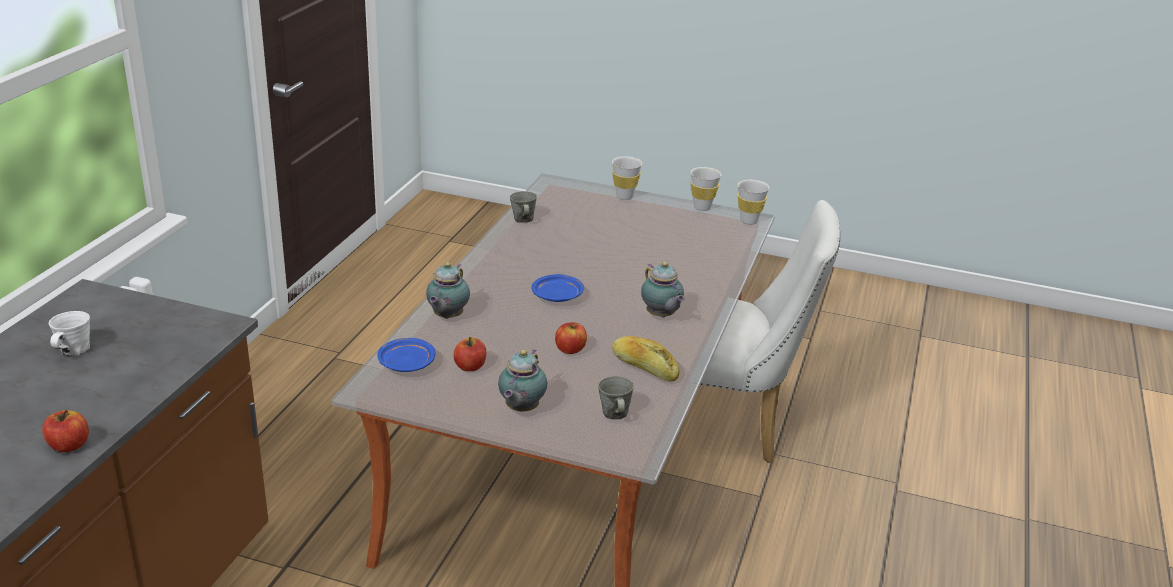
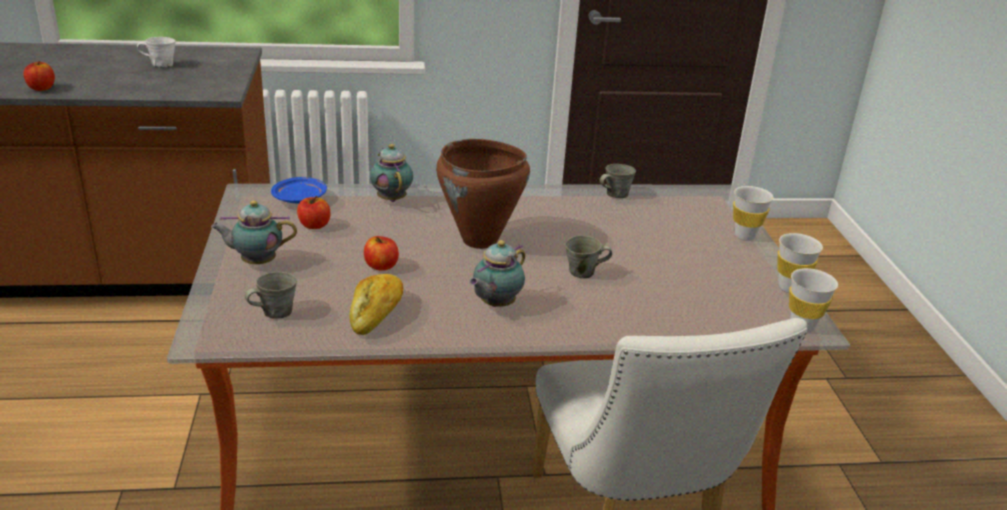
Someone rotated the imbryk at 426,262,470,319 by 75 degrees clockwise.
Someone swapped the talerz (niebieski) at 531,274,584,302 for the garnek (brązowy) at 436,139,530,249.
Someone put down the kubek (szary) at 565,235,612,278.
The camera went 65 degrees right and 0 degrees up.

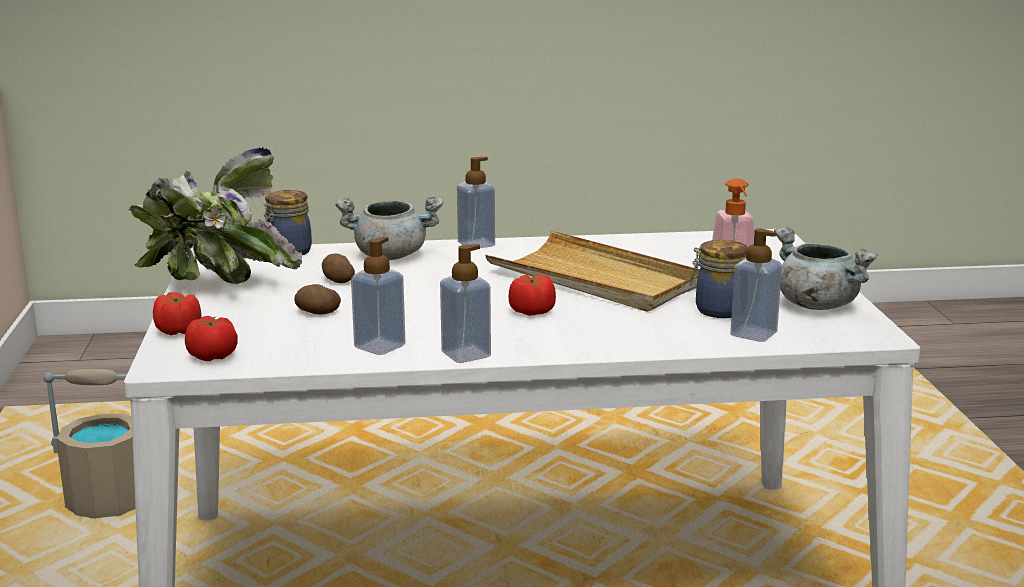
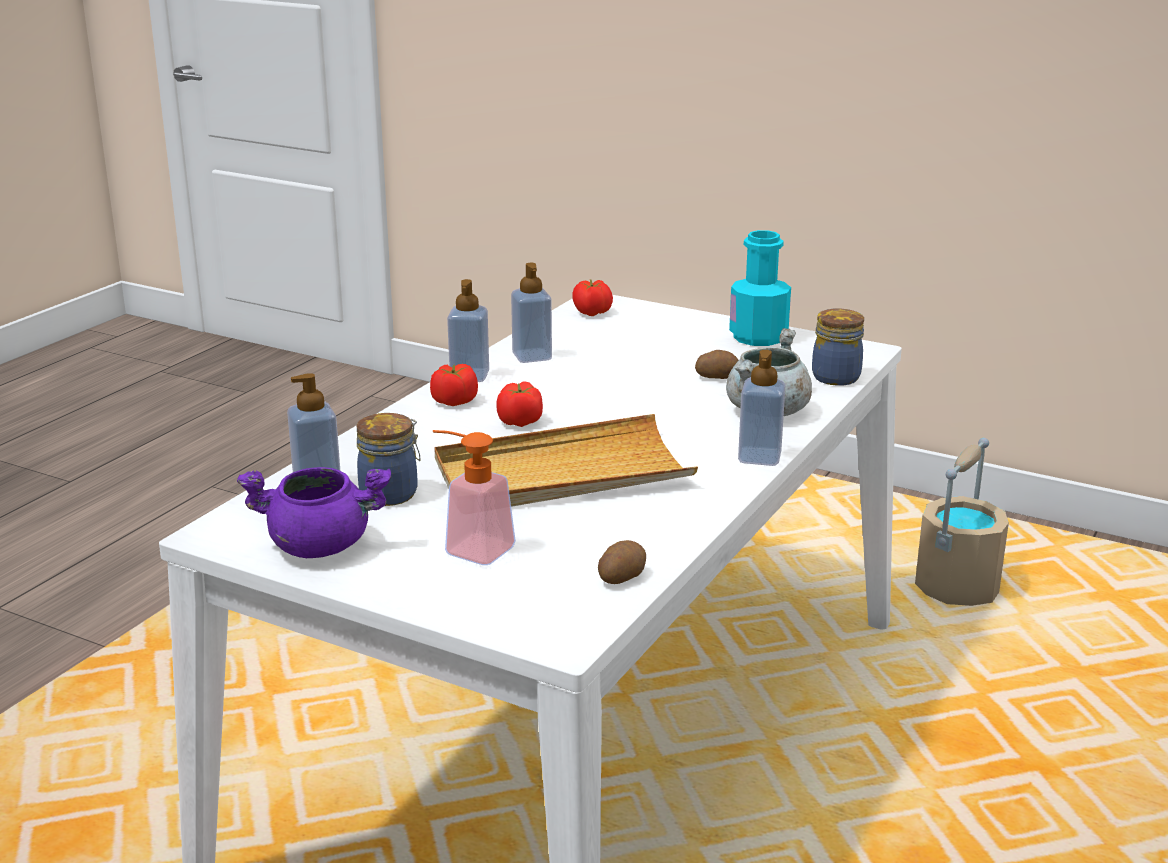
Someone swapped the roślina doniczkowa at 128,147,302,284 for the butelka (turkusowy) at 729,230,791,346.
Someone repainted the garnek (szary) at 774,227,878,310, which became the garnek (fioletowy) at 237,467,391,558.
Someone carried the ziemniak from 294,284,341,315 to 598,540,646,584.
Someone carried the pomidor from 153,292,201,335 to 430,364,478,406.
The camera went 125 degrees right and 5 degrees up.

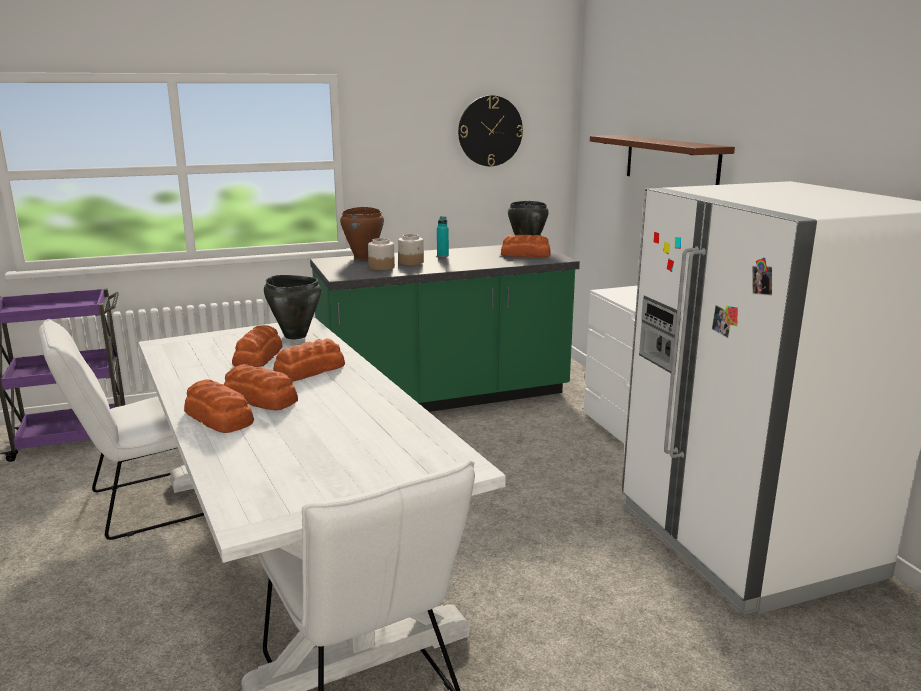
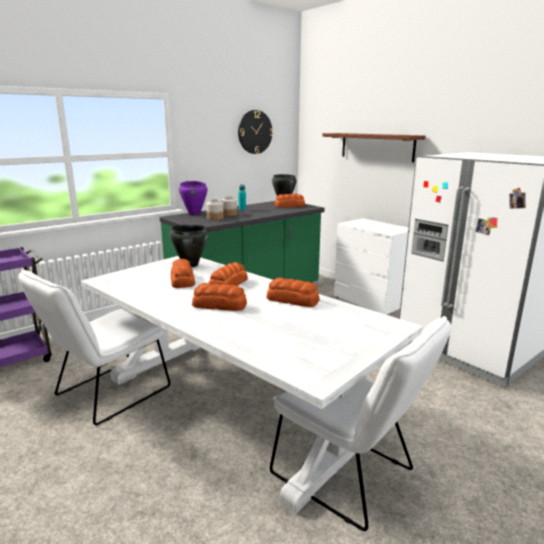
Someone repainted the garnek (brązowy) at 340,207,384,259, which became the garnek (fioletowy) at 179,181,208,215.
Someone carried the chleb from 184,379,254,433 to 266,277,319,307.
The camera went 20 degrees left and 0 degrees up.

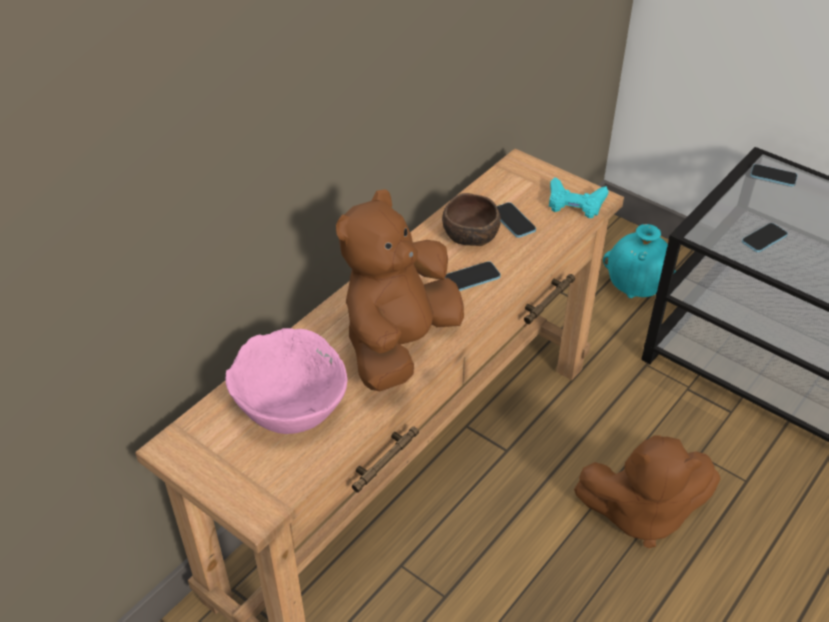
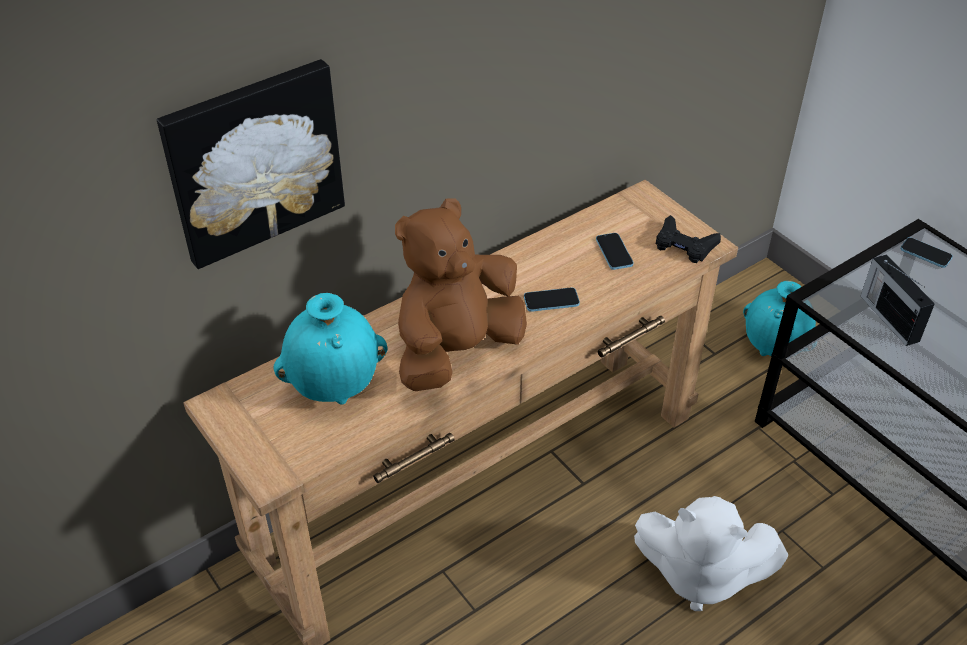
Someone repainted the pad do gier (turkusowy) at 549,177,609,218, which became the pad do gier (czarny) at 656,215,721,263.
Someone took away the miska (brązowy) at 442,193,501,246.
Someone swapped the telefon at 742,223,788,252 for the radio at 861,254,935,346.
Someone swapped the miska (różowy) at 225,328,347,434 for the wazon (turkusowy) at 274,293,387,405.
Someone repainted the pluszak (brązowy) at 574,435,721,548, which became the pluszak (biały) at 634,496,788,611.
Someone put up the obraz at 157,59,345,269.
The camera went 15 degrees right and 0 degrees up.

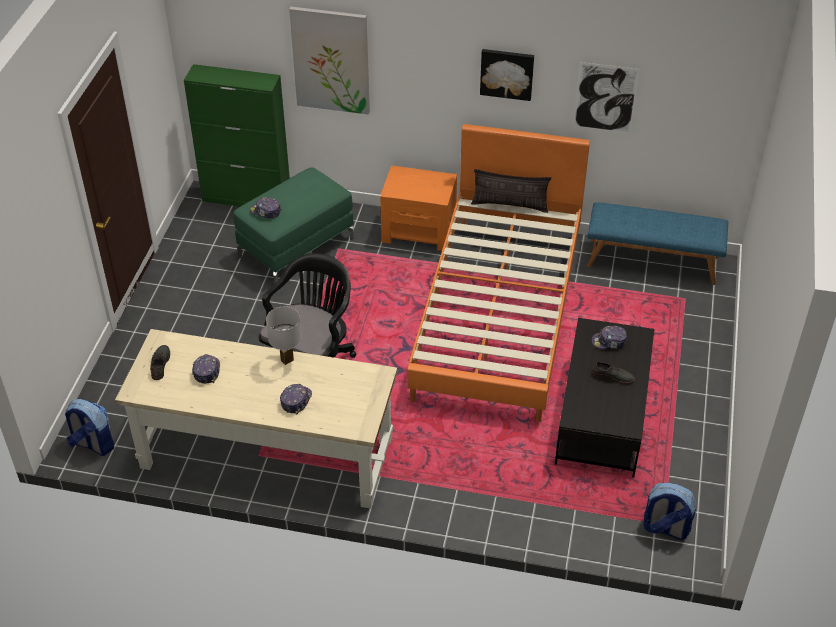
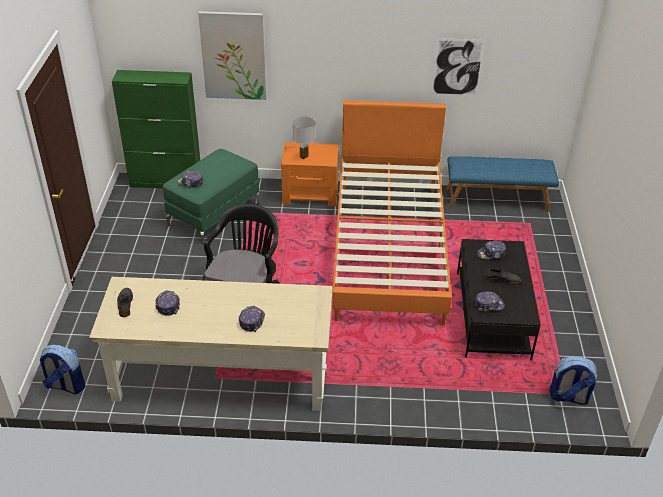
Someone took away the obraz at 480,49,534,101.
Someone took away the poduszka at 471,169,551,213.
Someone carried the lampa stołowa (biały) from 266,307,302,365 to 292,116,315,159.
Someone put down the czapka z daszkiem at 474,291,505,312.
The camera went 10 degrees left and 5 degrees down.

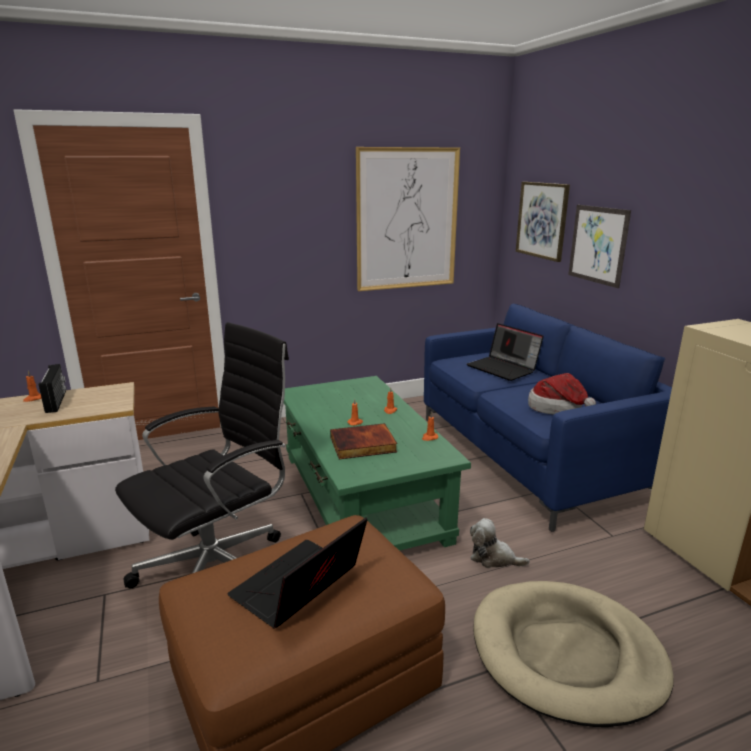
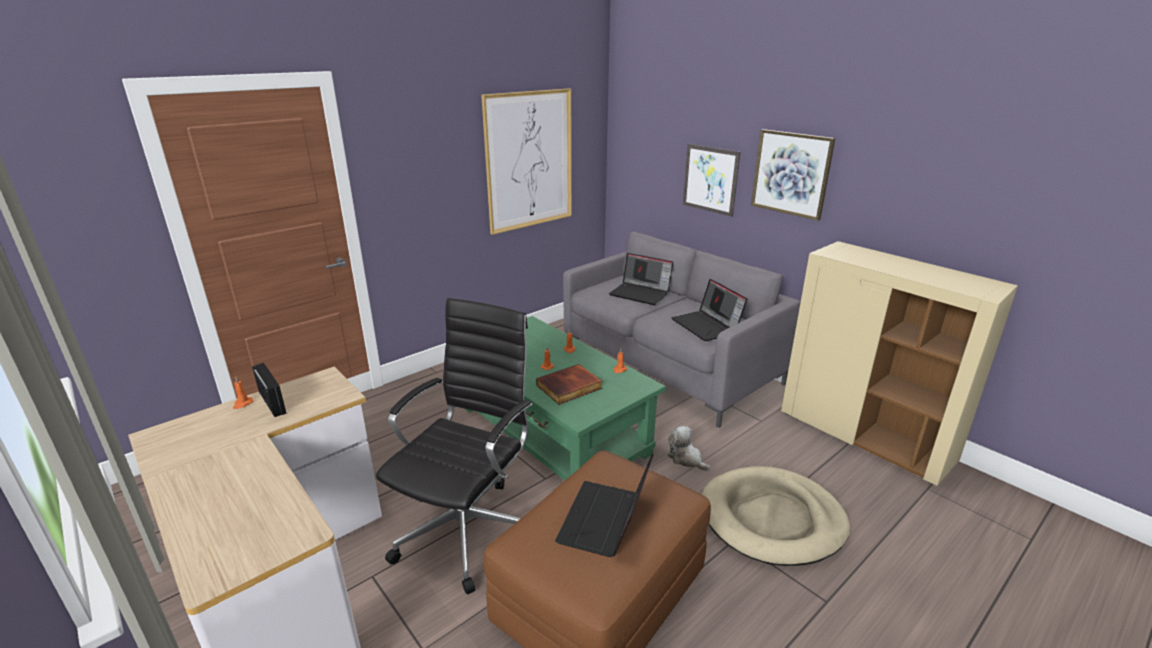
Someone carried the obraz from 516,182,570,262 to 751,129,835,221.
Someone repainted the kanapa (niebieski) at 424,304,672,532, which became the kanapa (szary) at 563,232,801,428.
Someone swapped the kapelusz at 528,373,596,414 for the laptop at 672,279,747,341.
Someone rotated the pluszak at 470,518,530,568 by 45 degrees clockwise.
The camera went 20 degrees left and 5 degrees up.

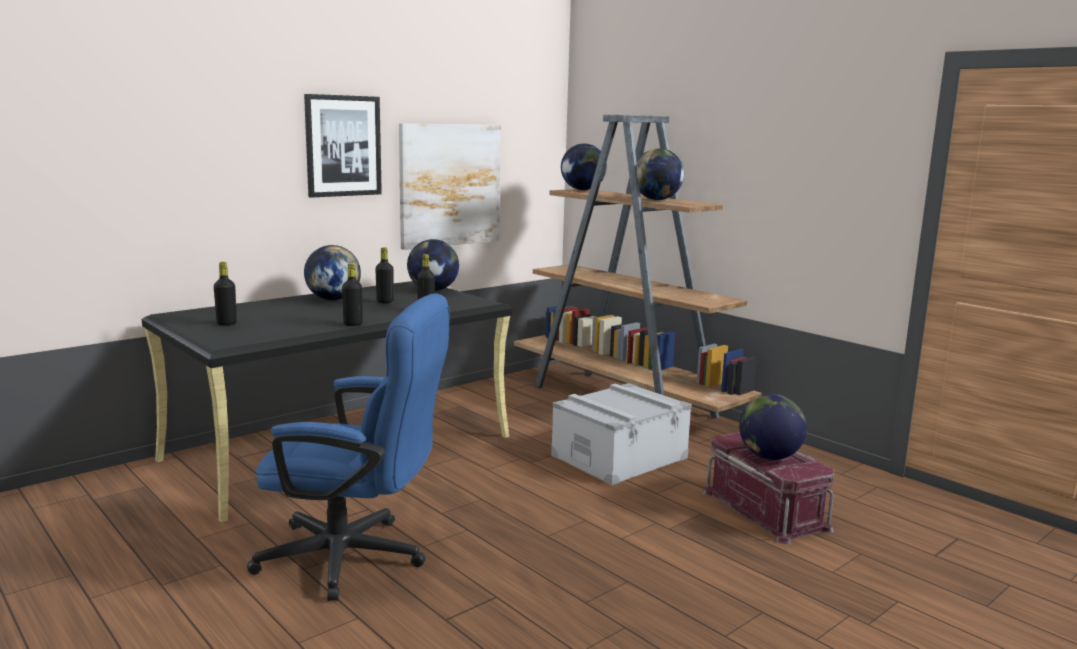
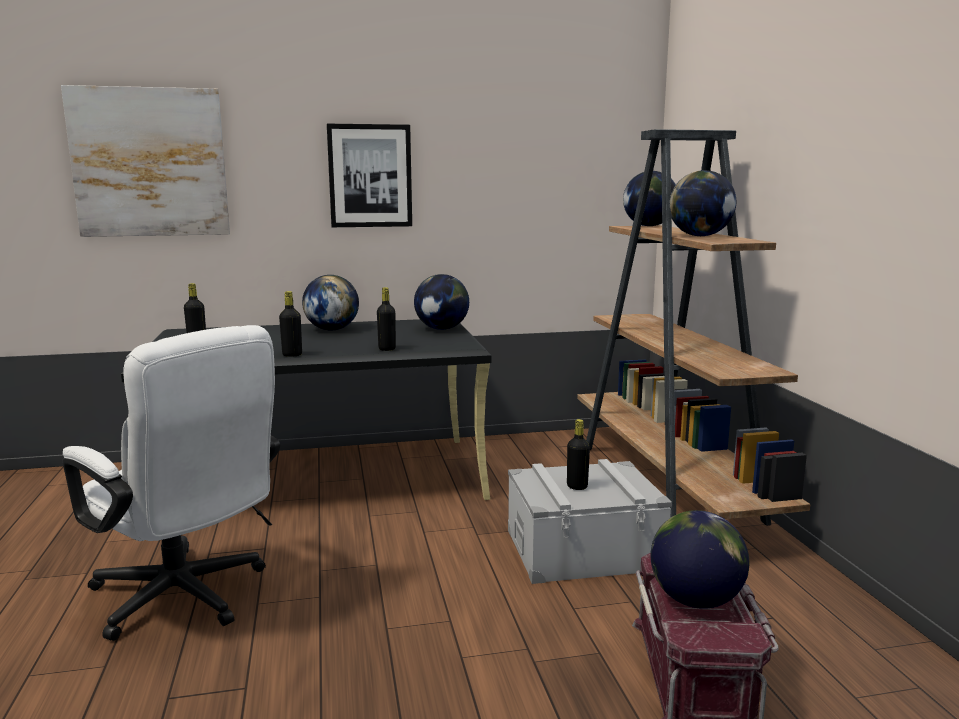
Someone carried the obraz from 399,123,501,250 to 61,85,230,237.
Someone carried the butelka (czarny) from 375,247,394,303 to 567,419,590,490.
Someone repainted the krzesło biurowe (niebieski) at 247,293,450,601, which became the krzesło biurowe (biały) at 62,325,280,641.
The camera went 30 degrees right and 0 degrees up.

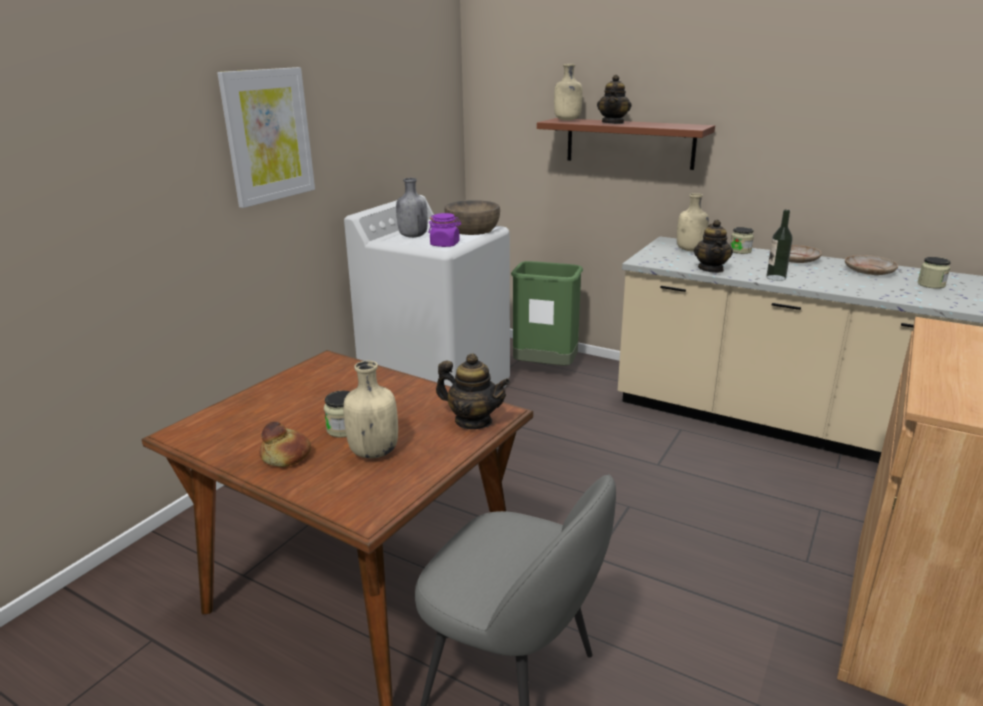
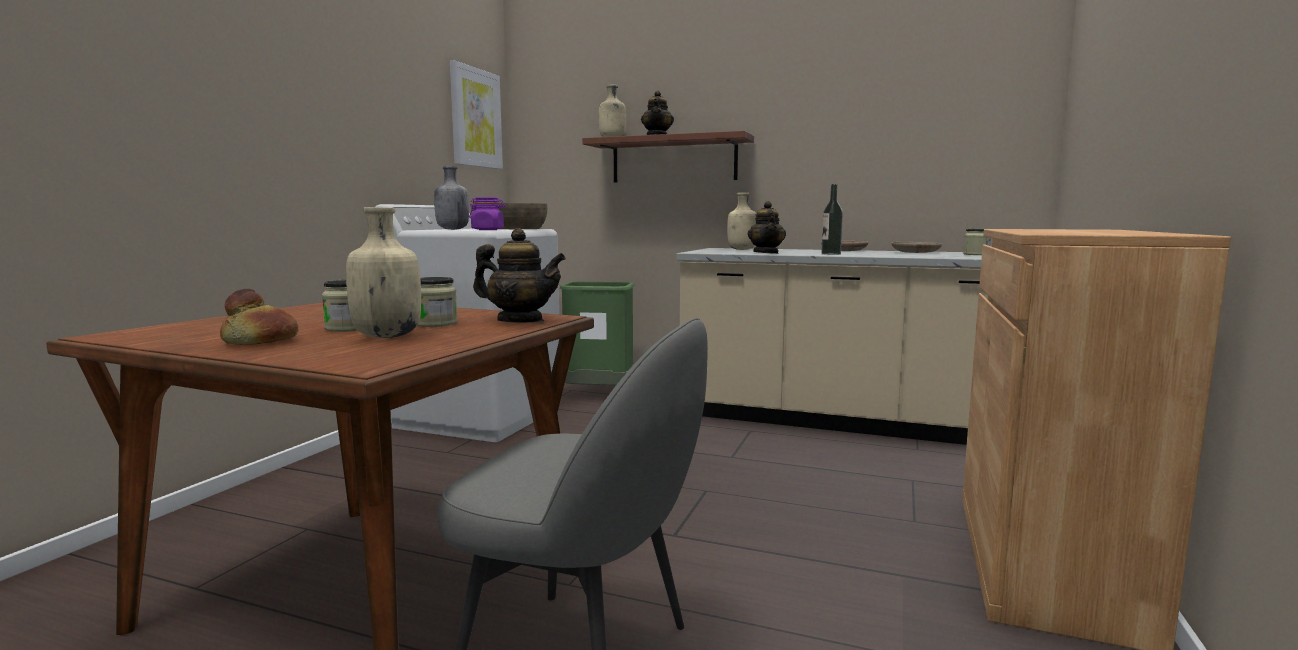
Someone carried the obraz from 217,67,315,208 to 450,60,503,169.
Someone carried the słoik from 730,227,754,254 to 417,277,458,327.
The camera went 10 degrees left and 15 degrees down.

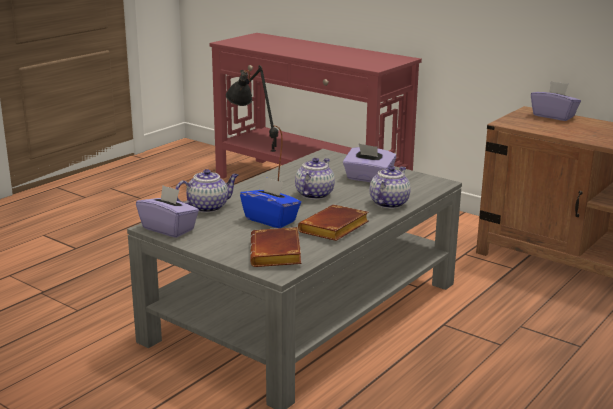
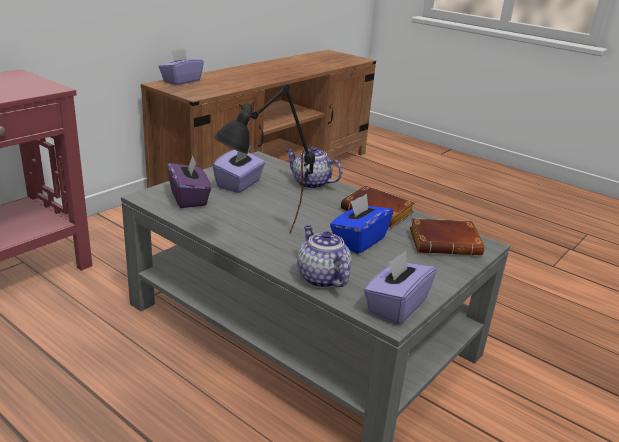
Someone took away the imbryk at 295,158,335,200.
Someone put down the pudełko chusteczek (fioletowy) at 167,156,211,208.
The camera went 90 degrees left and 5 degrees up.

